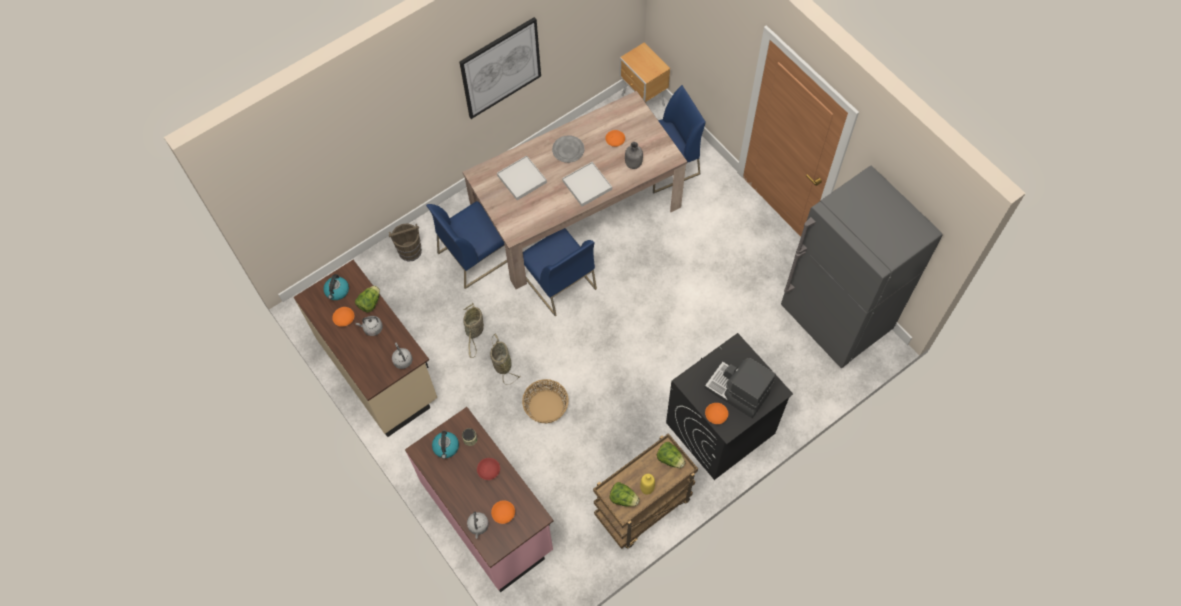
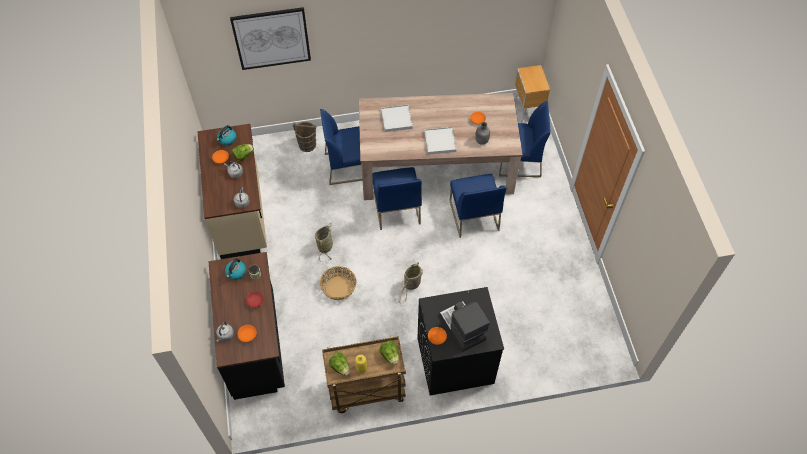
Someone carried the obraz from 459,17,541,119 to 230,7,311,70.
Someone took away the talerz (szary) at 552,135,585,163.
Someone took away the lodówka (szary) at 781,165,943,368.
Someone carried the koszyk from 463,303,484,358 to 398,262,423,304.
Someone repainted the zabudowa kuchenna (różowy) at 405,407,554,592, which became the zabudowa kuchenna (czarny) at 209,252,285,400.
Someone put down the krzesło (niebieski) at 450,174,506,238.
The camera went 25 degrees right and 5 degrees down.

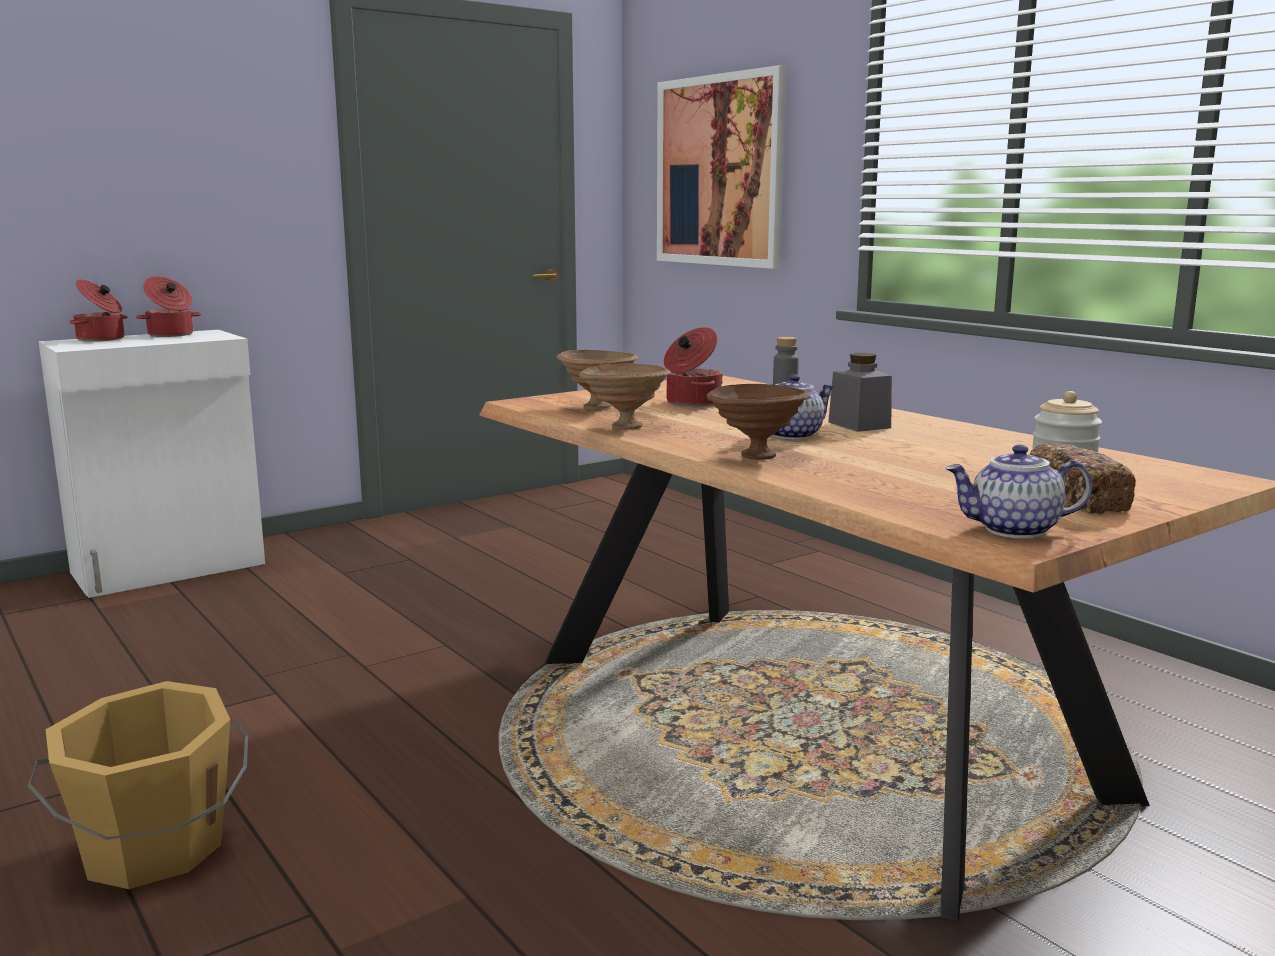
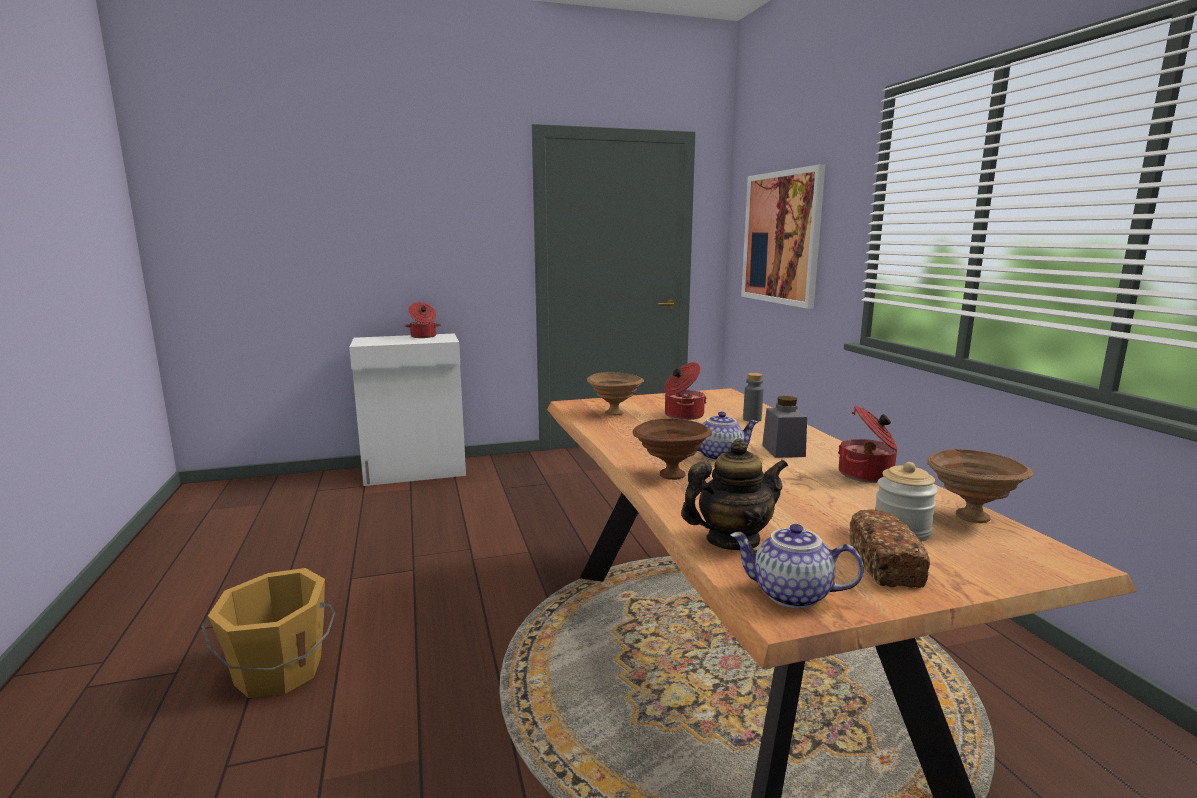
Someone carried the garnek from 69,279,127,342 to 838,405,898,483.
Someone carried the miska (brązowy) from 579,363,671,430 to 927,449,1033,523.
Someone put down the imbryk at 681,439,788,550.
The camera went 20 degrees right and 0 degrees up.

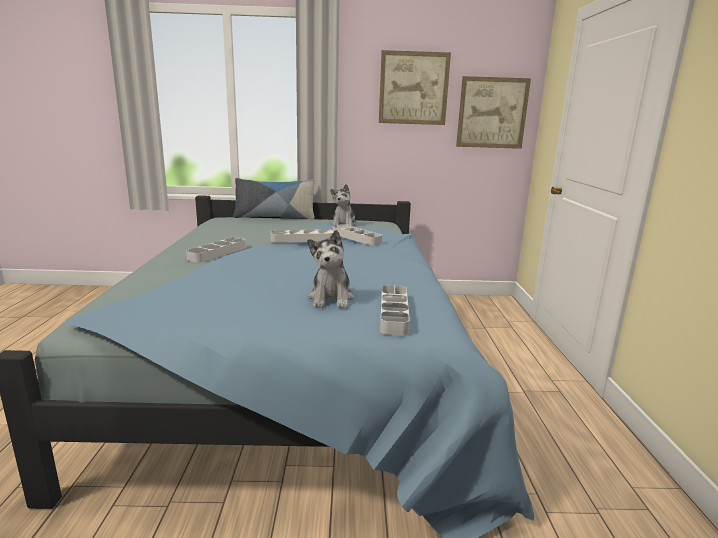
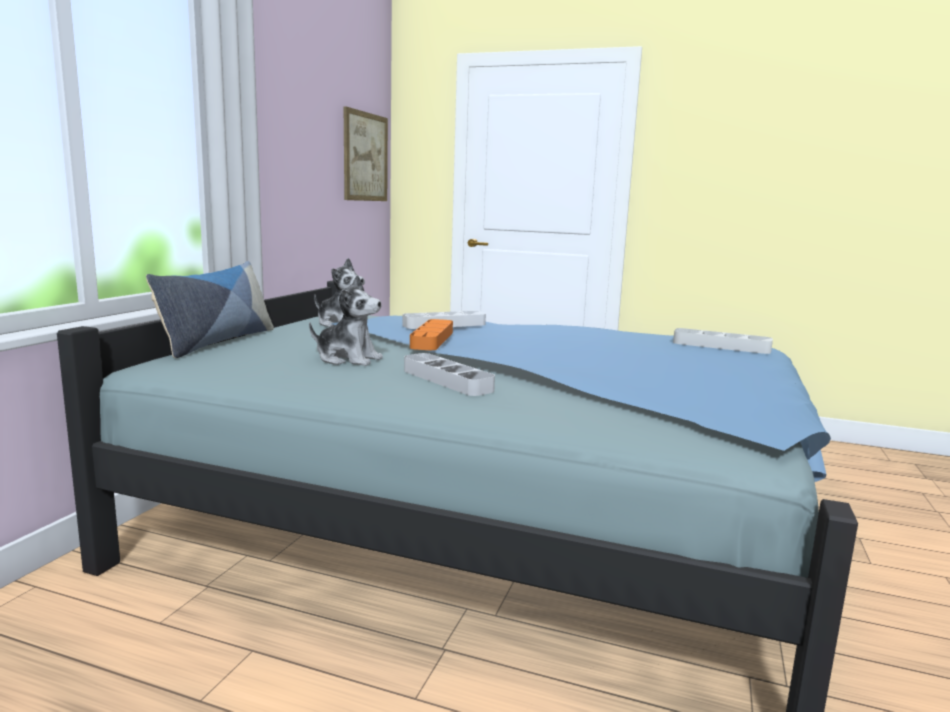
Someone took away the obraz at 379,50,451,125.
Someone repainted the taca (szary) at 271,229,333,243, which became the taca (pomarańczowy) at 410,319,453,350.
Someone carried the pluszak from 307,230,354,308 to 309,275,383,366.
The camera went 70 degrees left and 5 degrees down.

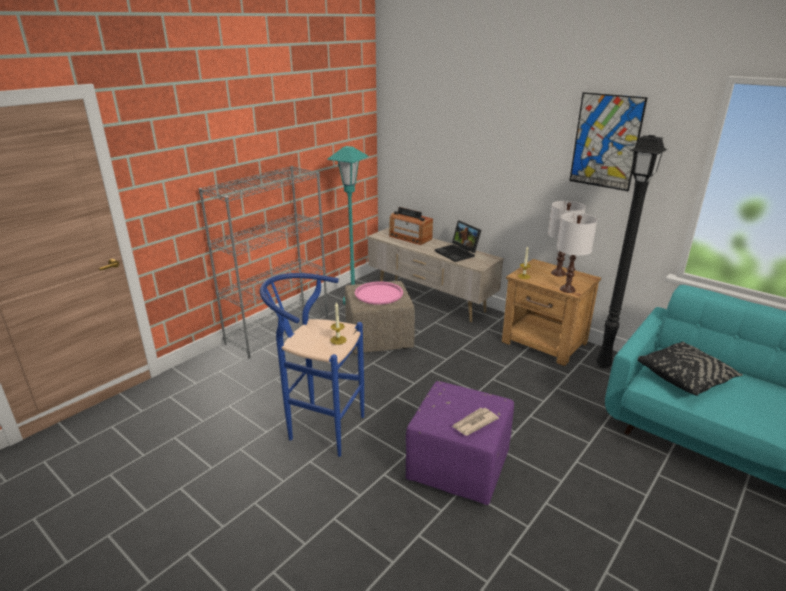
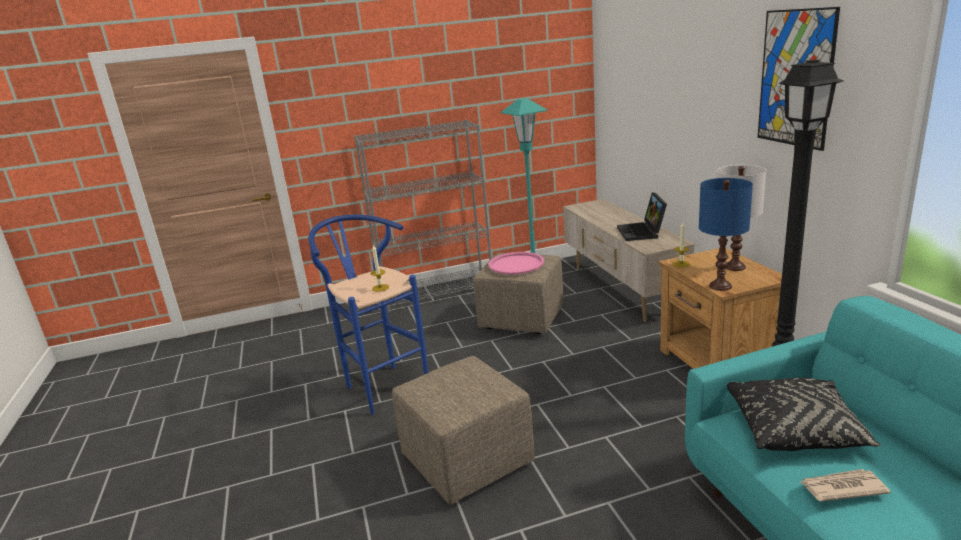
Someone took away the radio at 389,207,433,245.
Someone repainted the lampa stołowa (biały) at 557,213,597,293, which became the lampa stołowa (niebieski) at 699,178,753,291.
Someone repainted the pufa (fioletowy) at 406,381,514,505, which became the pufa (beżowy) at 392,356,535,505.
Someone carried the gazeta from 452,408,499,436 to 801,469,891,501.
The camera went 35 degrees right and 5 degrees down.

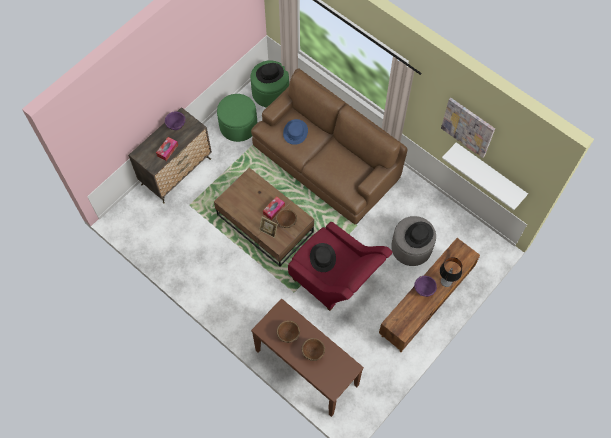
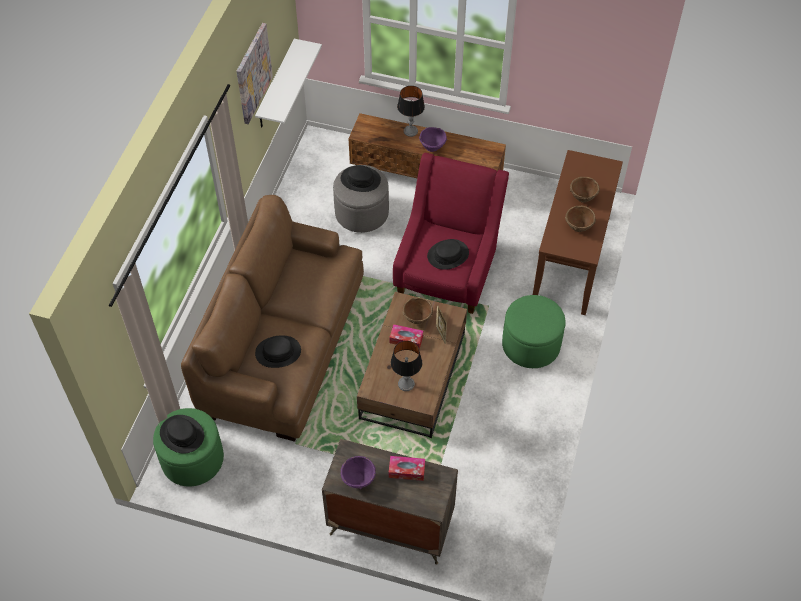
Someone carried the pufa (zielony) from 217,94,257,142 to 502,295,566,368.
Someone repainted the kapelusz (niebieski) at 283,119,308,145, which became the kapelusz (czarny) at 255,335,301,368.
Someone put down the lampa stołowa at 391,341,422,391.
The camera went 115 degrees left and 10 degrees down.

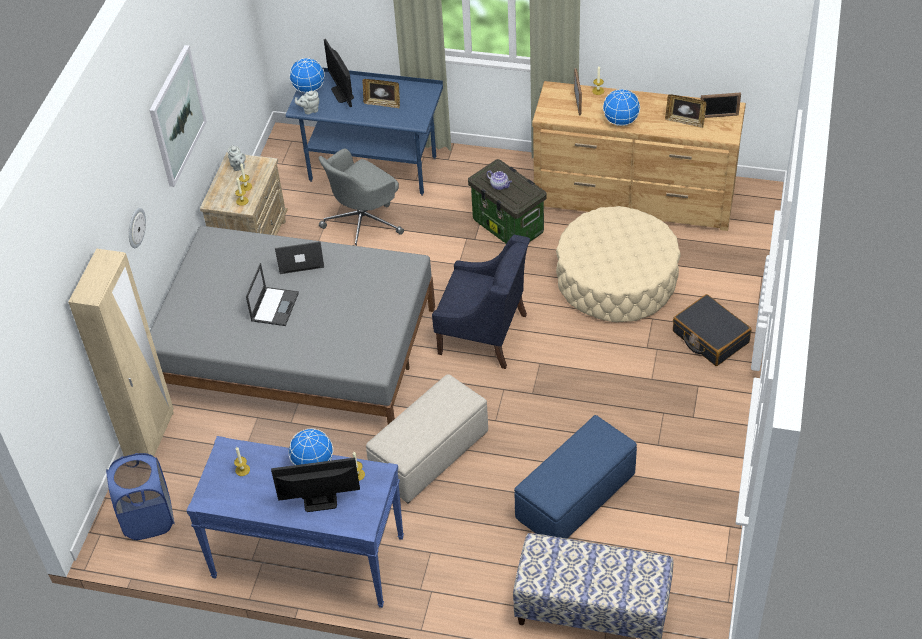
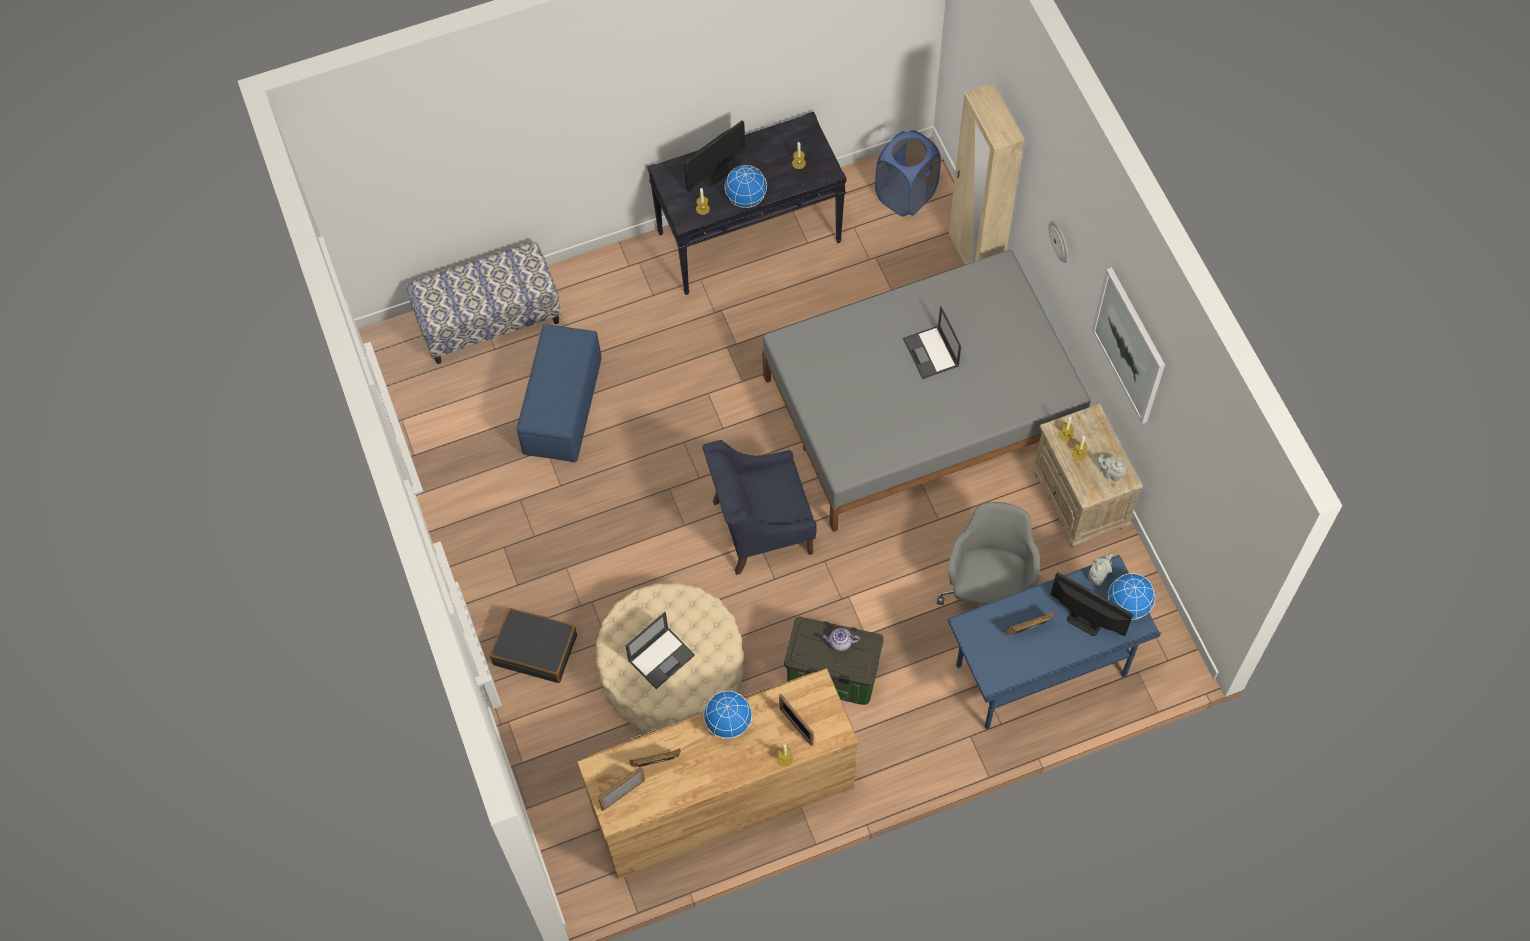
Someone carried the laptop from 275,241,324,274 to 625,612,695,689.
Someone took away the pufa (beżowy) at 366,374,488,503.
Someone repainted the stolik konsolowy (niebieski) at 186,436,404,608, which became the stolik konsolowy (czarny) at 647,112,847,295.
The camera went 145 degrees right and 15 degrees up.

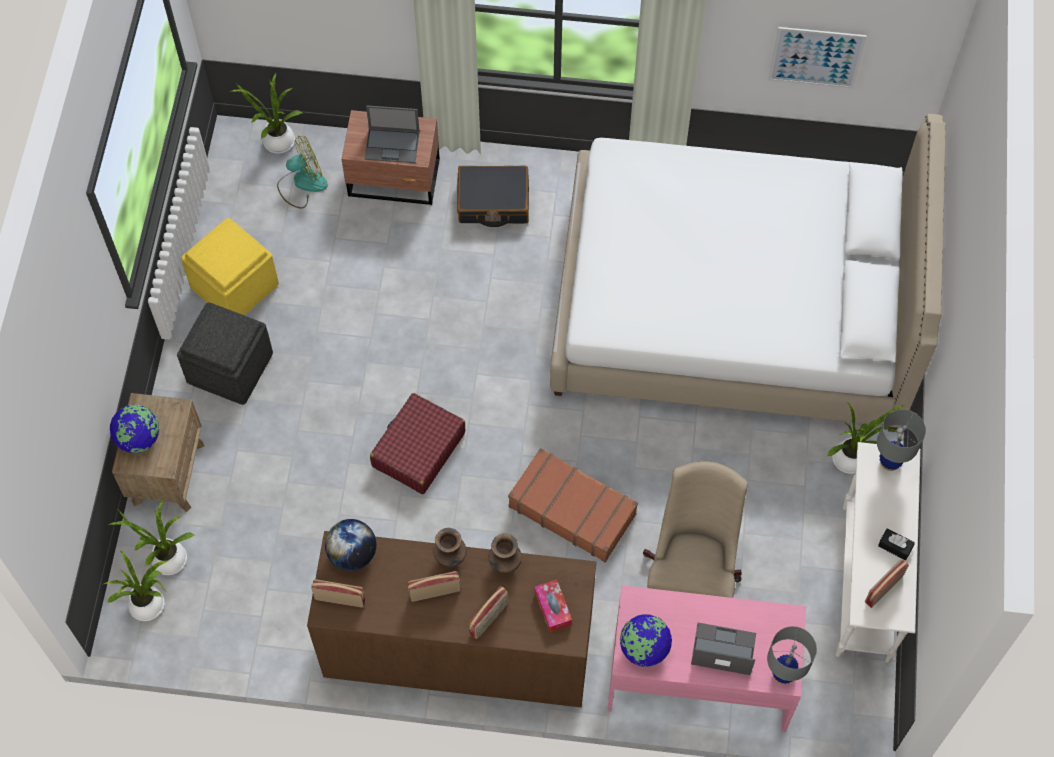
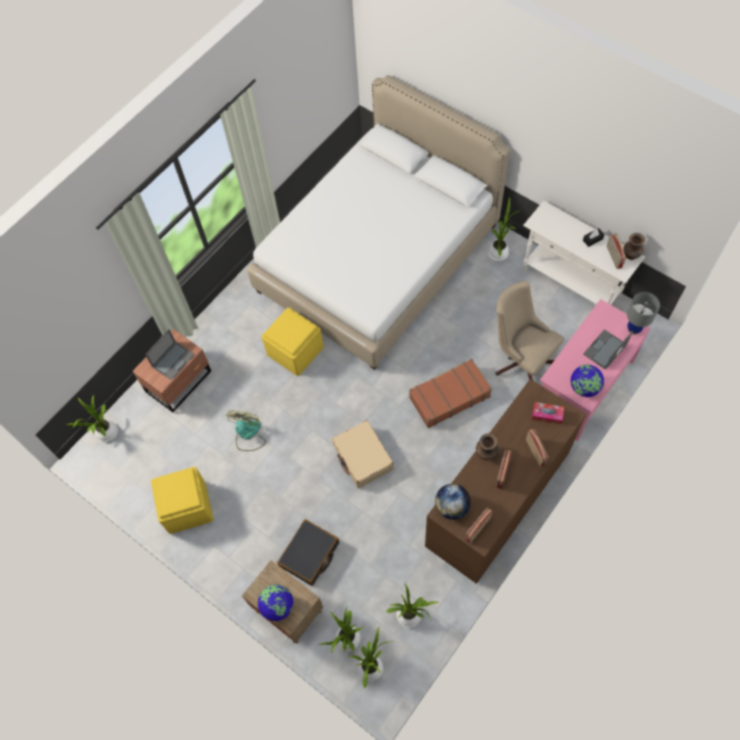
Someone took away the obraz at 768,27,867,89.
Someone carried the wentylator from 277,136,328,209 to 226,410,266,451.
Someone carried the walizka (czarny) from 457,166,529,227 to 277,519,339,586.
Someone took away the pufa (szary) at 177,302,273,405.
Someone repainted the walizka (czerwony) at 370,393,465,494, which became the walizka (beżowy) at 332,420,394,488.
Someone took away the lampa stołowa (szary) at 877,409,926,471.
Someone carried the wazon (brązowy) from 489,533,522,573 to 623,233,645,260.
Someone put down the pufa (żółty) at 262,308,324,376.
Someone put down the roślina doniczkowa at 386,584,439,627.
The camera went 55 degrees left and 0 degrees up.

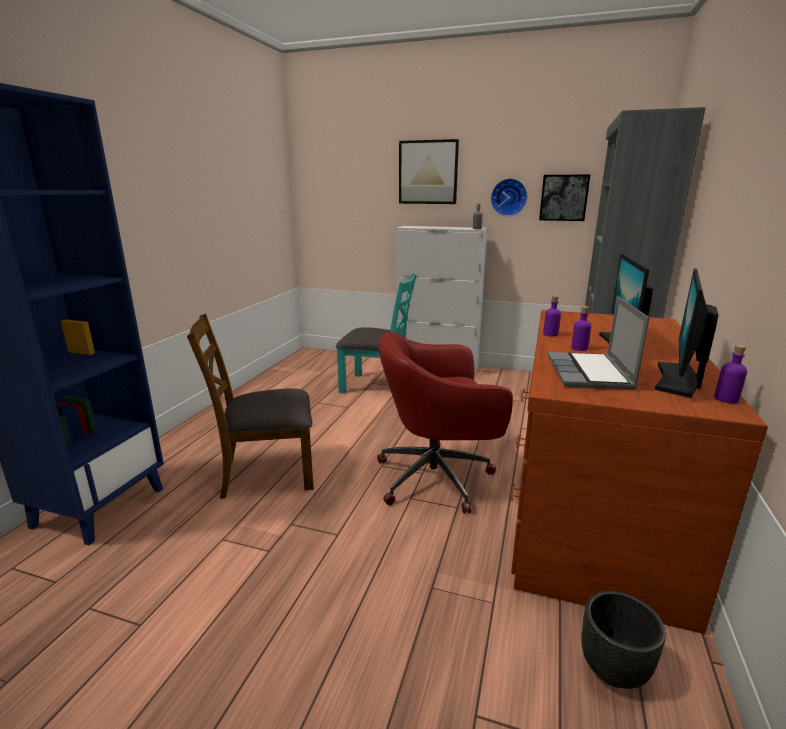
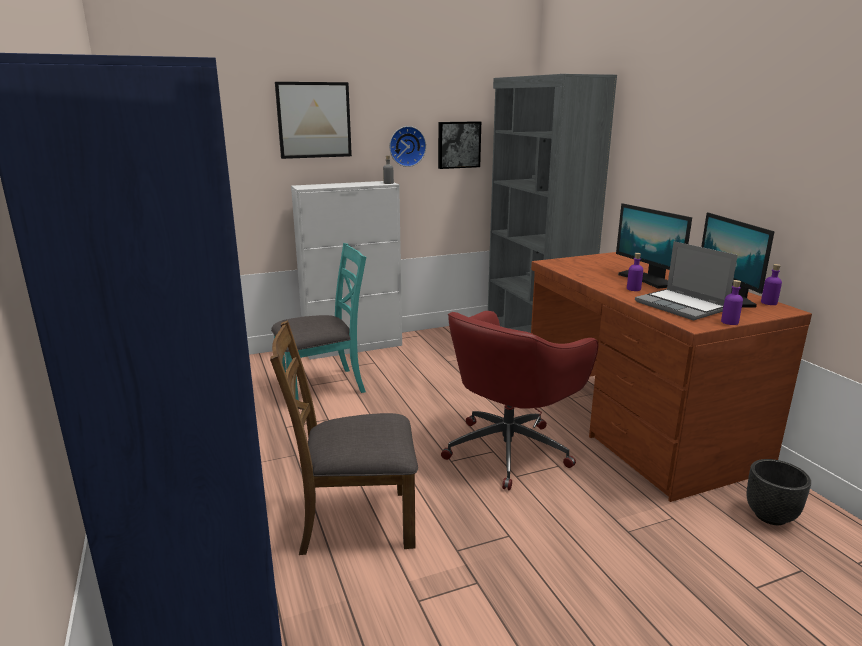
Someone carried the butelka (fioletowy) from 543,295,561,337 to 721,280,743,325.
Someone rotated the krzesło (brązowy) at 187,313,314,499 by 45 degrees clockwise.
The camera went 40 degrees left and 0 degrees up.

